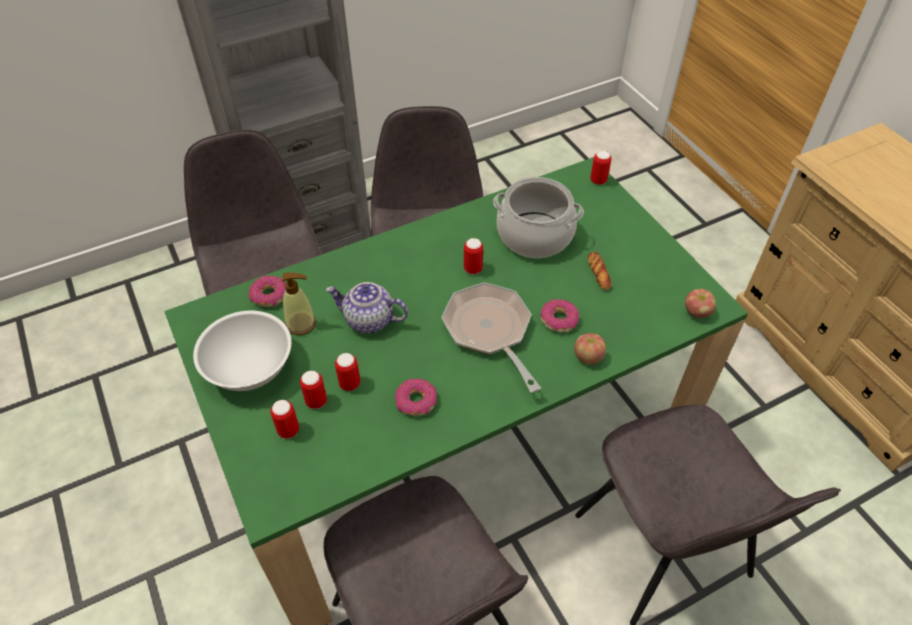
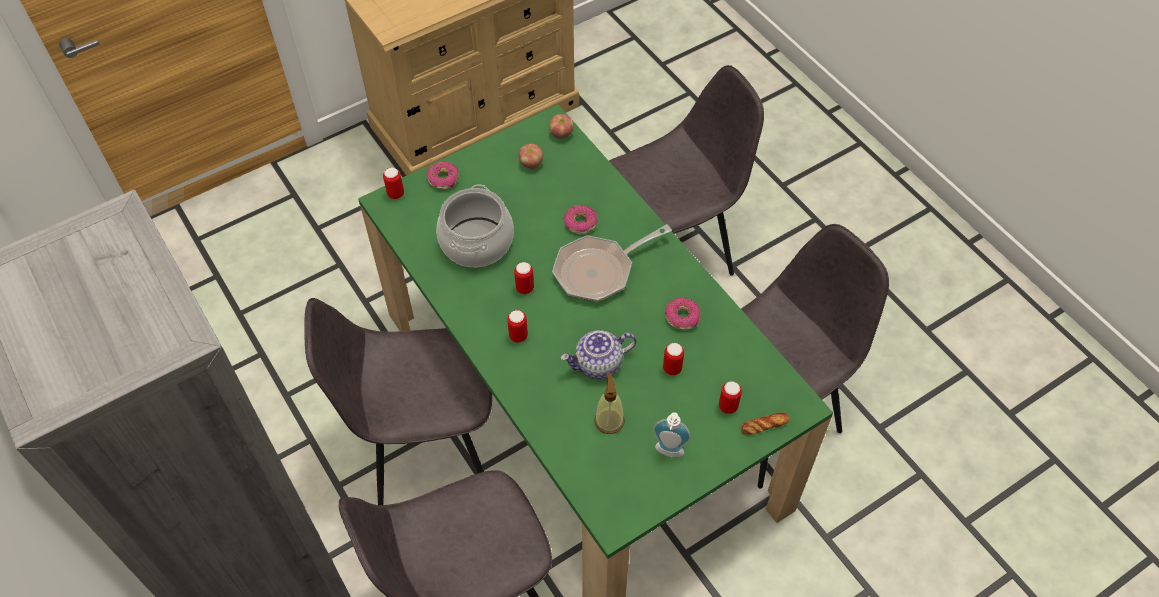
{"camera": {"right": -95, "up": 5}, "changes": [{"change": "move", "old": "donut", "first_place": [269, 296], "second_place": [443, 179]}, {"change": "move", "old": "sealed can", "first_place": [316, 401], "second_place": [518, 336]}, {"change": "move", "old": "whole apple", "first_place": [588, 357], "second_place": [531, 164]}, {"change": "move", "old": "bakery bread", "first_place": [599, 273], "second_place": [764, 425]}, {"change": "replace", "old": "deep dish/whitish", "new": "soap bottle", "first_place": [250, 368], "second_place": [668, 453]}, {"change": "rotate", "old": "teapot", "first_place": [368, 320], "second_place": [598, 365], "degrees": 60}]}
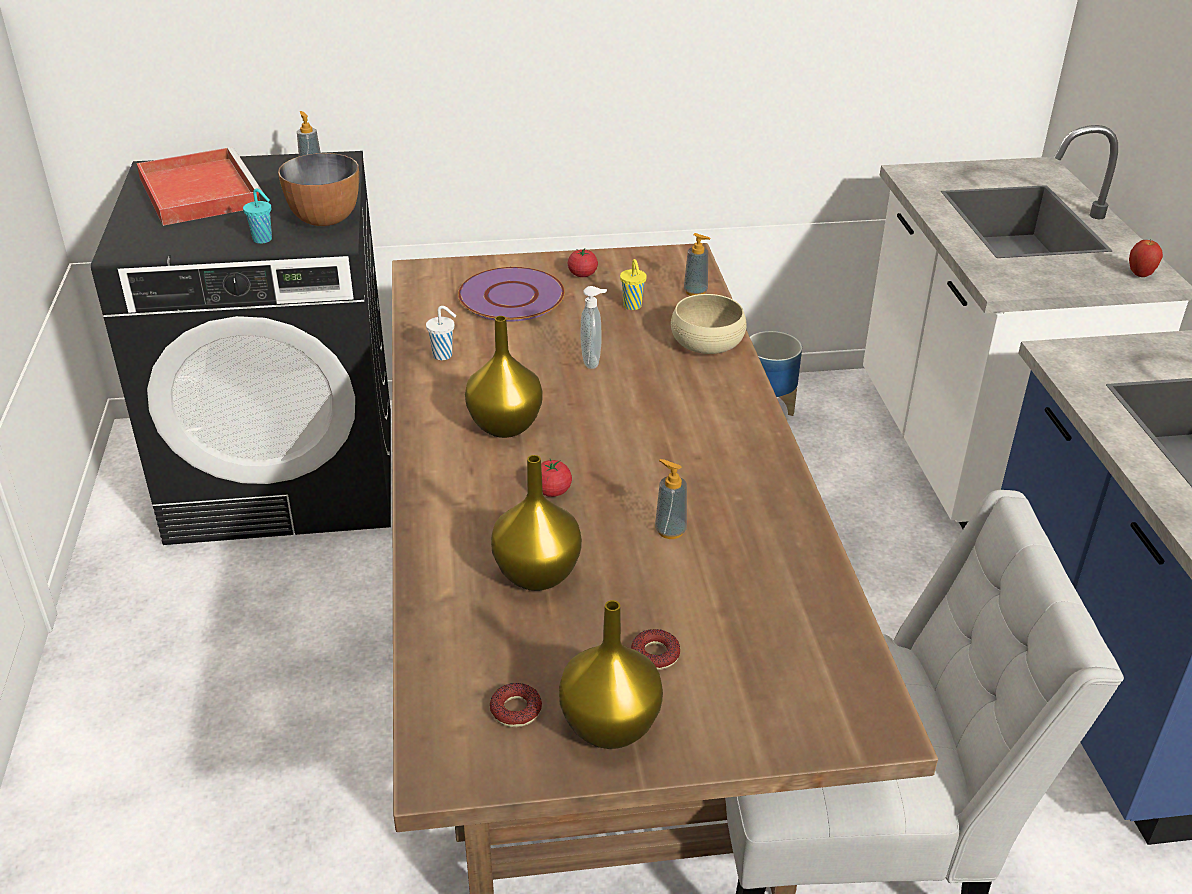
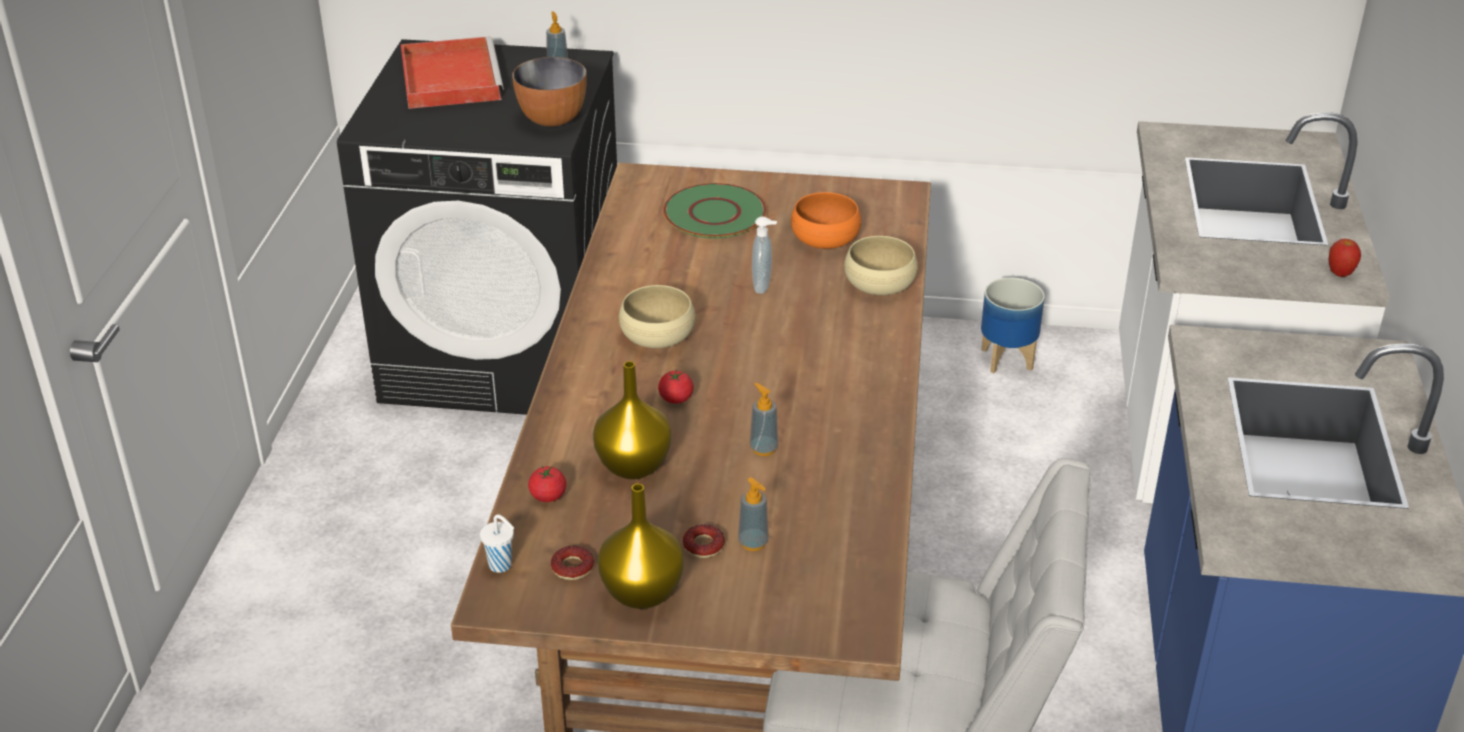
{"camera": {"right": 15, "up": 0}, "changes": [{"change": "delete", "old": "drinking cup/turquoise-coloured", "first_place": [263, 240]}, {"change": "move", "old": "drinking cup/whitish", "first_place": [444, 355], "second_place": [501, 565]}, {"change": "move", "old": "fresh tomato", "first_place": [582, 274], "second_place": [548, 496]}, {"change": "move", "old": "soap bottle", "first_place": [695, 292], "second_place": [753, 543]}, {"change": "replace", "old": "flower vase/yellow", "new": "deep dish/sand-coloured", "first_place": [503, 426], "second_place": [657, 335]}, {"change": "replace", "old": "drinking cup/yellow", "new": "deep dish/orange-coloured", "first_place": [632, 306], "second_place": [825, 238]}, {"change": "recolor", "old": "dinner plate/purplish", "new": "dinner plate/green-coloured", "first_place": [510, 296], "second_place": [714, 213]}]}
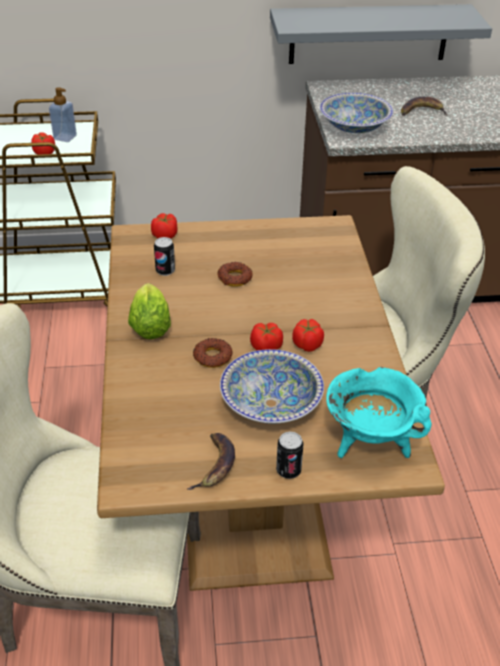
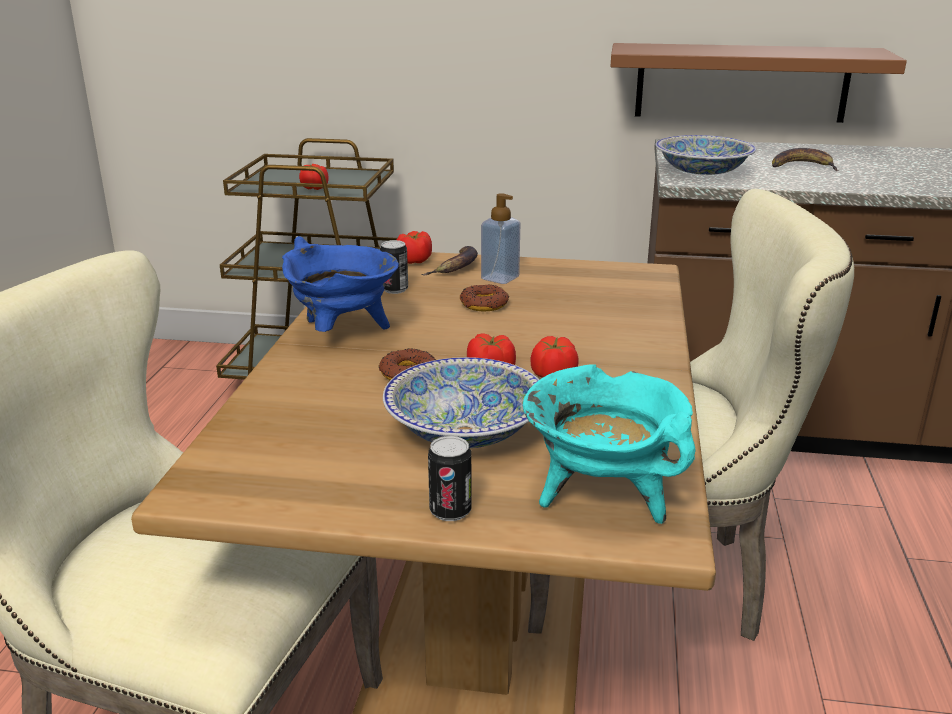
{"camera": {"right": 15, "up": -15}, "changes": [{"change": "move", "old": "soap bottle", "first_place": [65, 137], "second_place": [500, 278]}, {"change": "move", "old": "whole banana", "first_place": [215, 465], "second_place": [456, 267]}, {"change": "replace", "old": "lettuce head", "new": "stockpot/blue-coloured", "first_place": [150, 324], "second_place": [342, 333]}, {"change": "recolor", "old": "wall shelf/greyish", "new": "wall shelf/brown-coloured", "first_place": [369, 34], "second_place": [741, 82]}]}
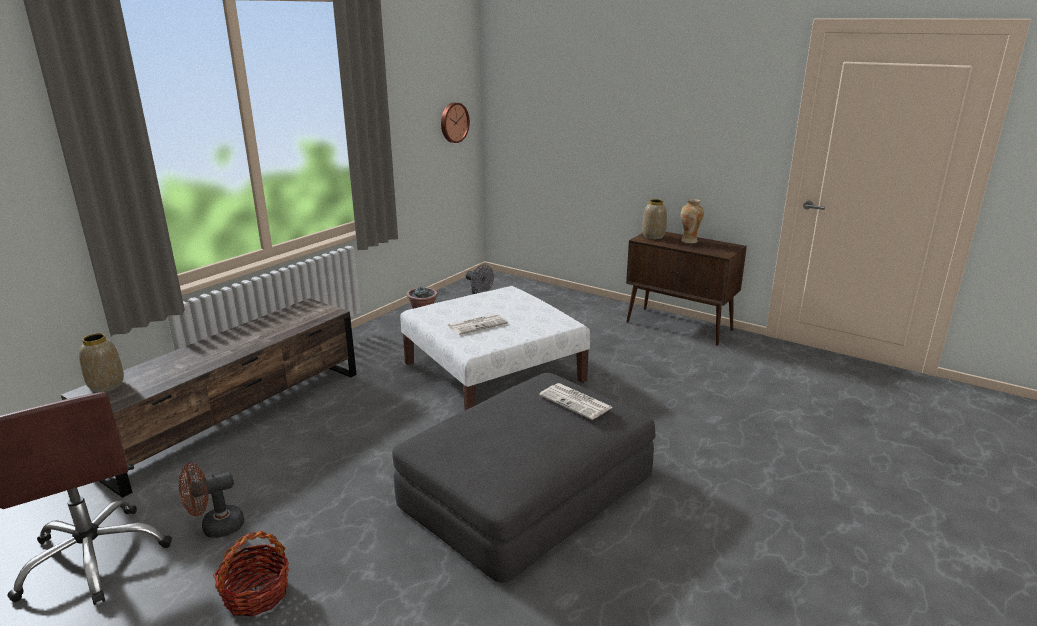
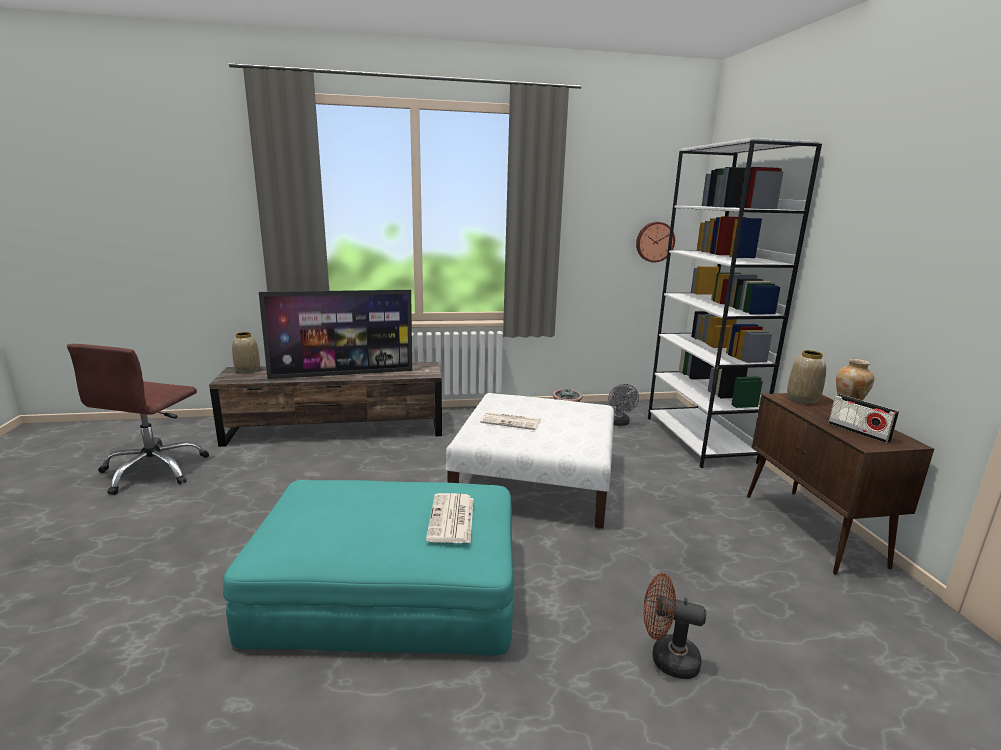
{"camera": {"right": 45, "up": -5}, "changes": [{"change": "delete", "old": "storage basket", "first_place": [256, 594]}, {"change": "insert", "new": "TV set", "second_place": [343, 374]}, {"change": "insert", "new": "bookcase/whitish", "second_place": [699, 439]}, {"change": "insert", "new": "radio", "second_place": [858, 432]}, {"change": "move", "old": "electric fan/brown-coloured", "first_place": [216, 527], "second_place": [666, 658]}, {"change": "recolor", "old": "footrest/greyish", "new": "footrest/turquoise-coloured", "first_place": [527, 488], "second_place": [388, 586]}]}
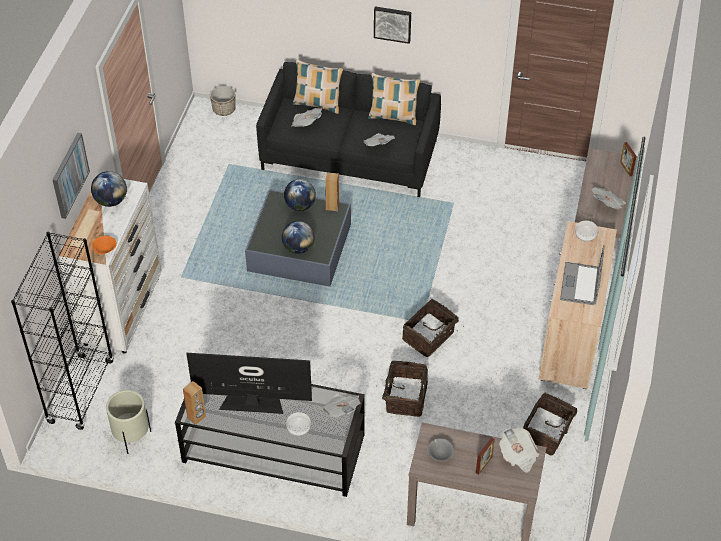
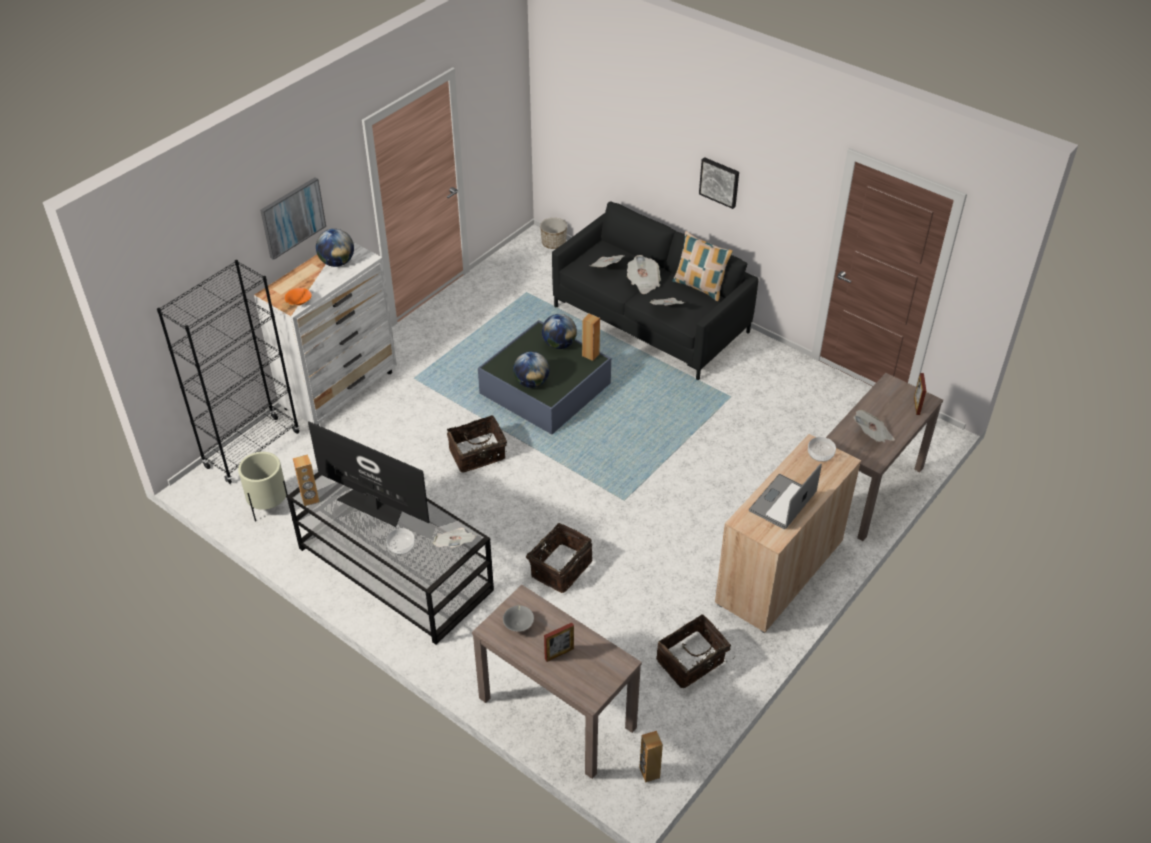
{"camera": {"right": 25, "up": -5}, "changes": [{"change": "delete", "old": "throw pillow", "first_place": [317, 104]}, {"change": "insert", "new": "audio speaker/brown-coloured", "second_place": [649, 773]}, {"change": "move", "old": "storage basket", "first_place": [429, 337], "second_place": [478, 455]}, {"change": "move", "old": "daily paper", "first_place": [518, 455], "second_place": [643, 282]}]}
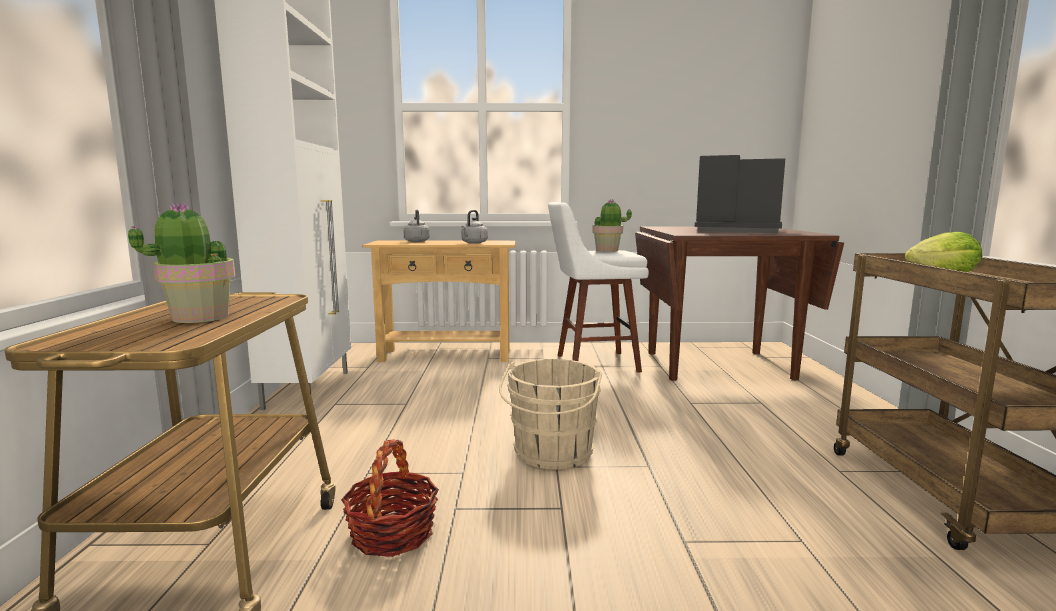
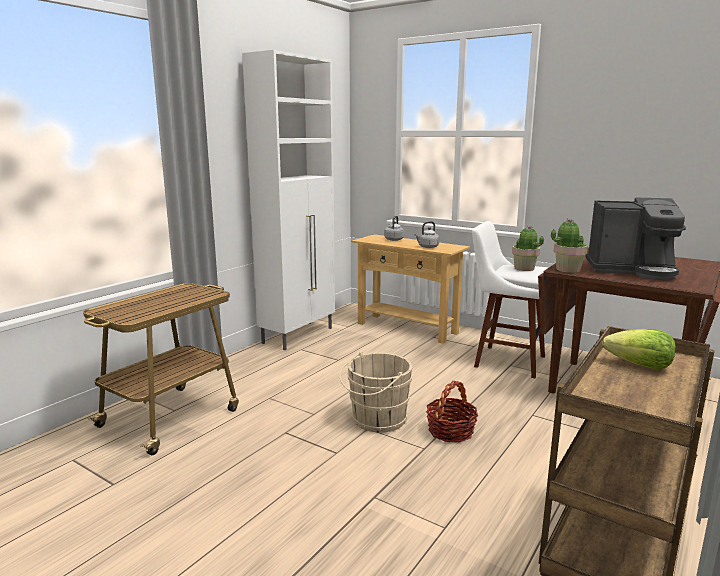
{"camera": {"right": 35, "up": 5}, "changes": [{"change": "move", "old": "potted plant", "first_place": [199, 317], "second_place": [567, 269]}, {"change": "move", "old": "storage basket", "first_place": [392, 533], "second_place": [450, 431]}, {"change": "rotate", "old": "coffee brewer", "first_place": [735, 231], "second_place": [631, 270], "degrees": 135}]}
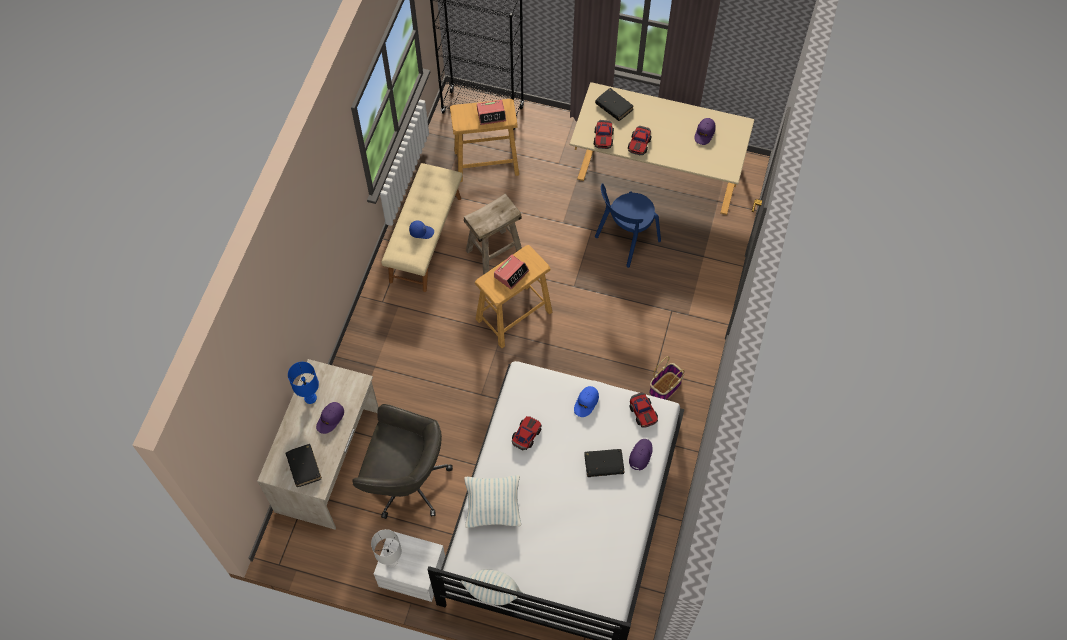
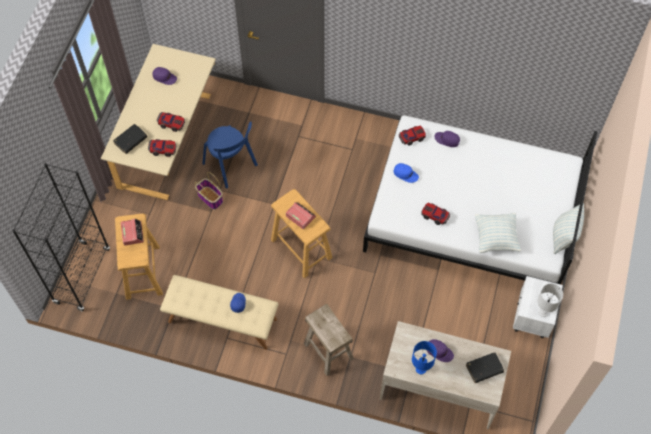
{"camera": {"right": -90, "up": 0}, "changes": [{"change": "delete", "old": "desk chair/greyish", "first_place": [406, 481]}, {"change": "delete", "old": "volume/black", "first_place": [604, 464]}, {"change": "move", "old": "stool/sand-coloured", "first_place": [494, 252], "second_place": [328, 351]}, {"change": "move", "old": "storage basket", "first_place": [665, 387], "second_place": [210, 198]}]}
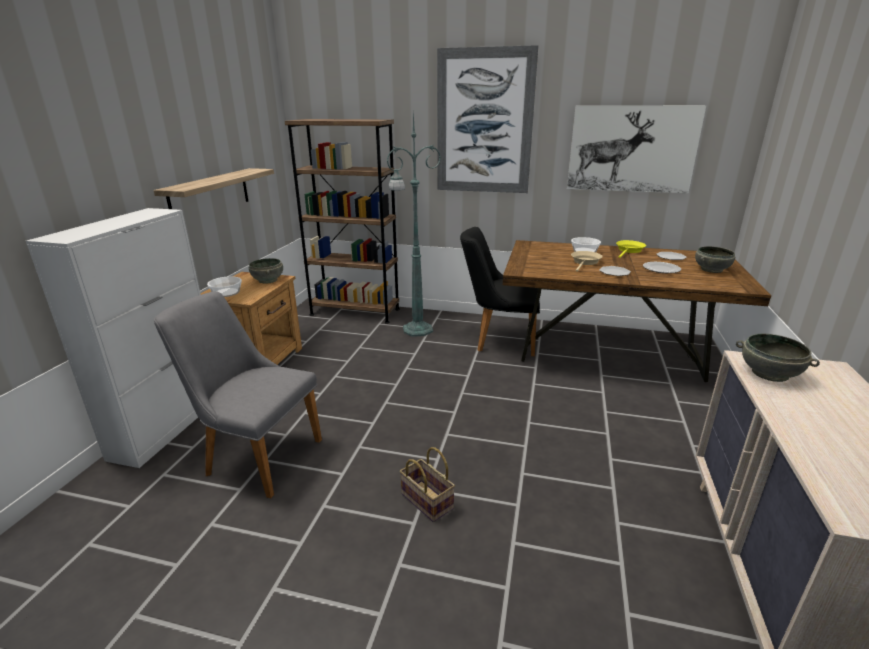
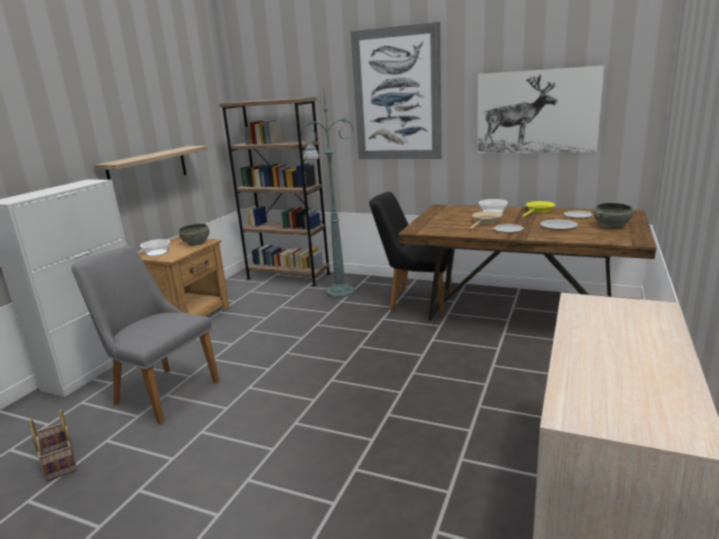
{"camera": {"right": 10, "up": -5}, "changes": [{"change": "delete", "old": "deep dish/greyish", "first_place": [769, 373]}, {"change": "move", "old": "storage basket", "first_place": [425, 501], "second_place": [59, 462]}]}
